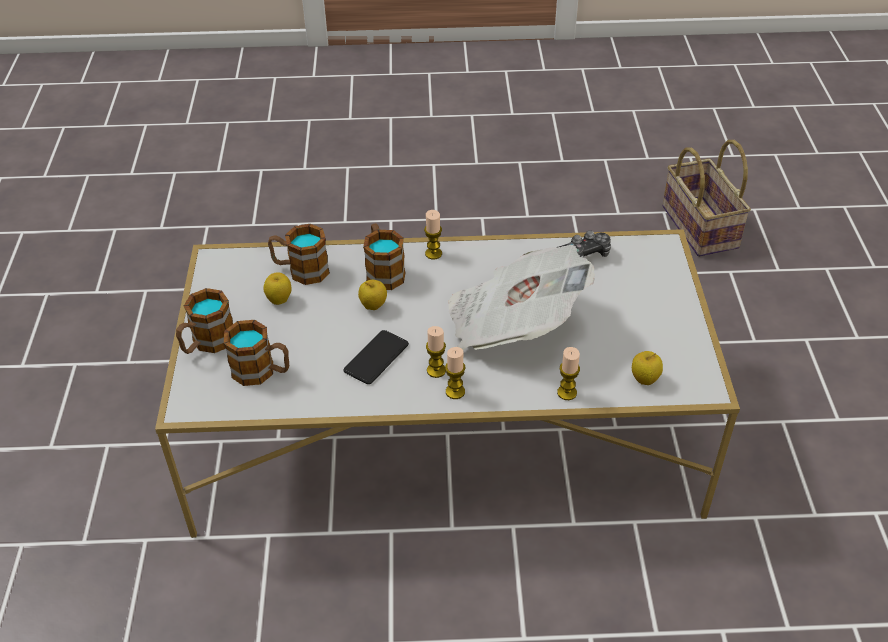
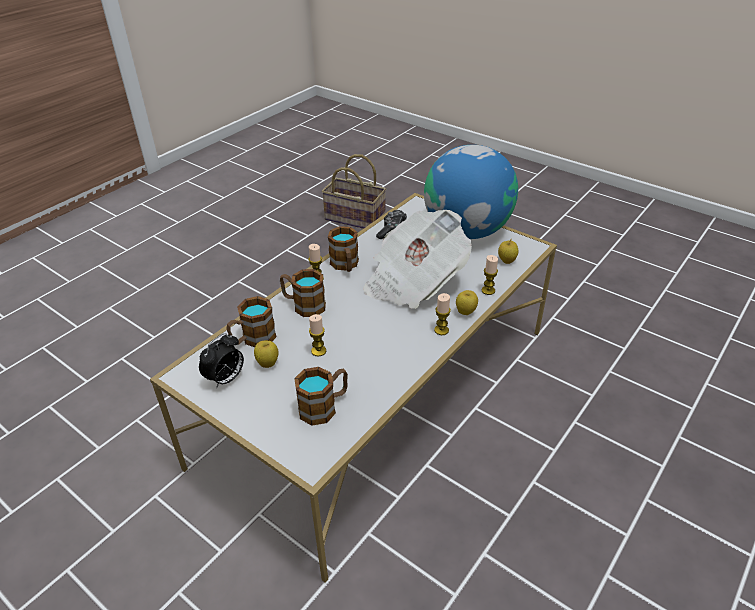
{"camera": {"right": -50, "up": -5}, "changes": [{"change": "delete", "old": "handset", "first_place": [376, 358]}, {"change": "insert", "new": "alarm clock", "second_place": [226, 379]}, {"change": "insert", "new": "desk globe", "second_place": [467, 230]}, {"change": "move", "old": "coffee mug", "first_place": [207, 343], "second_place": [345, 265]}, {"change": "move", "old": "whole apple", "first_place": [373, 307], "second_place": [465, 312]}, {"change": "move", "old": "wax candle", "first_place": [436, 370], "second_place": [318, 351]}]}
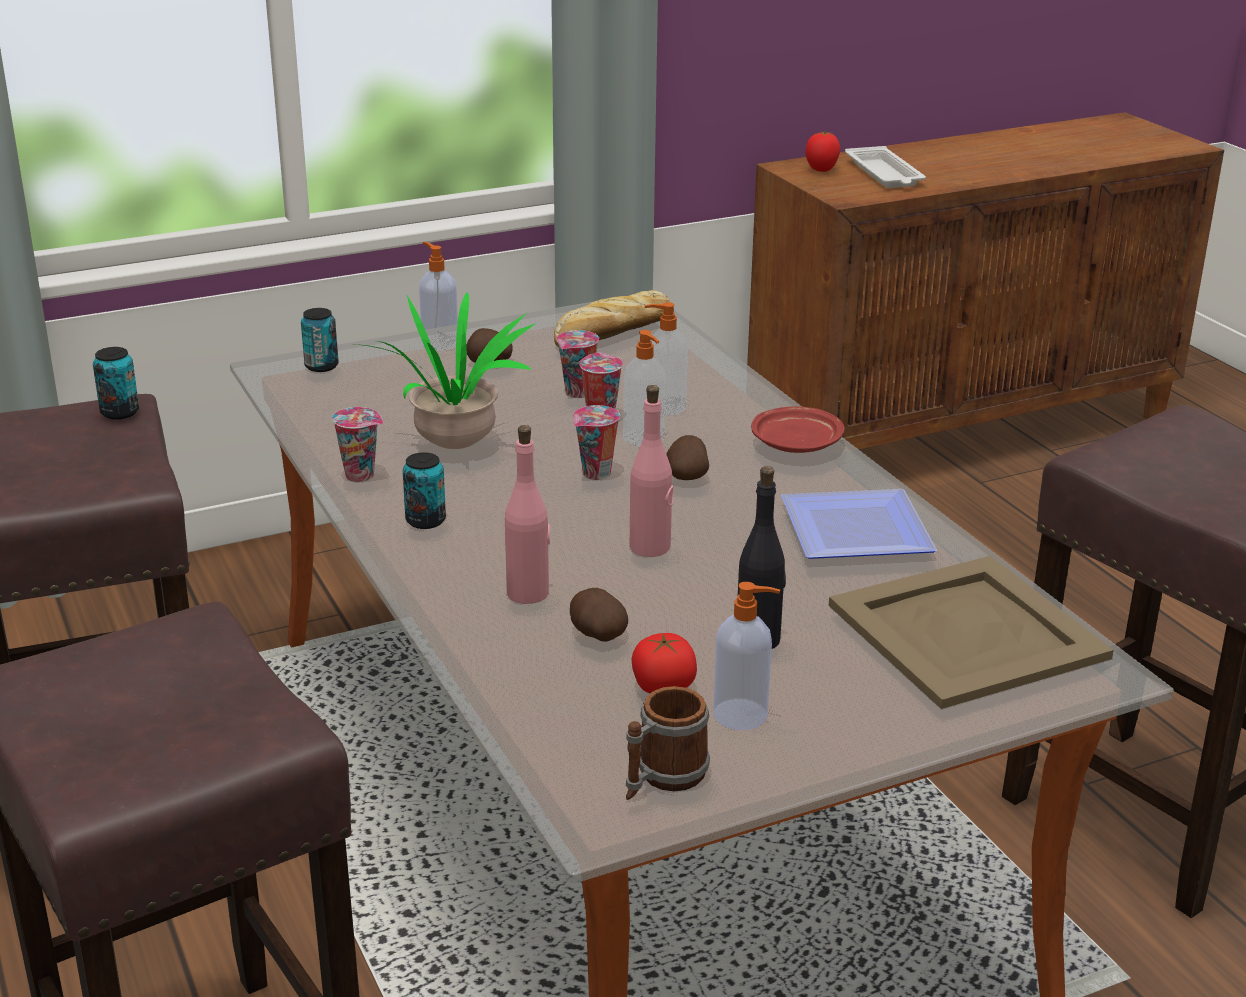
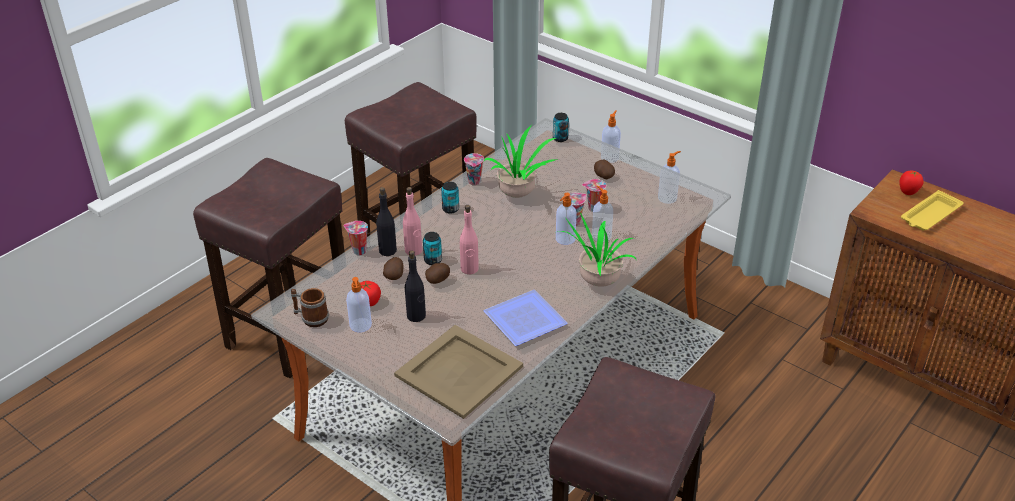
{"camera": {"right": 65, "up": 10}, "changes": [{"change": "insert", "new": "bottle/black", "second_place": [387, 250]}, {"change": "move", "old": "sealed can", "first_place": [120, 412], "second_place": [433, 260]}, {"change": "move", "old": "drinking cup", "first_place": [595, 474], "second_place": [358, 251]}, {"change": "move", "old": "potato", "first_place": [686, 475], "second_place": [438, 280]}, {"change": "replace", "old": "bakery bread", "new": "soap bottle", "first_place": [612, 333], "second_place": [667, 198]}, {"change": "replace", "old": "dinner plate/reddish", "new": "potted plant", "first_place": [796, 444], "second_place": [596, 283]}, {"change": "recolor", "old": "tray/whitish", "new": "tray/yellow", "first_place": [884, 174], "second_place": [929, 215]}]}
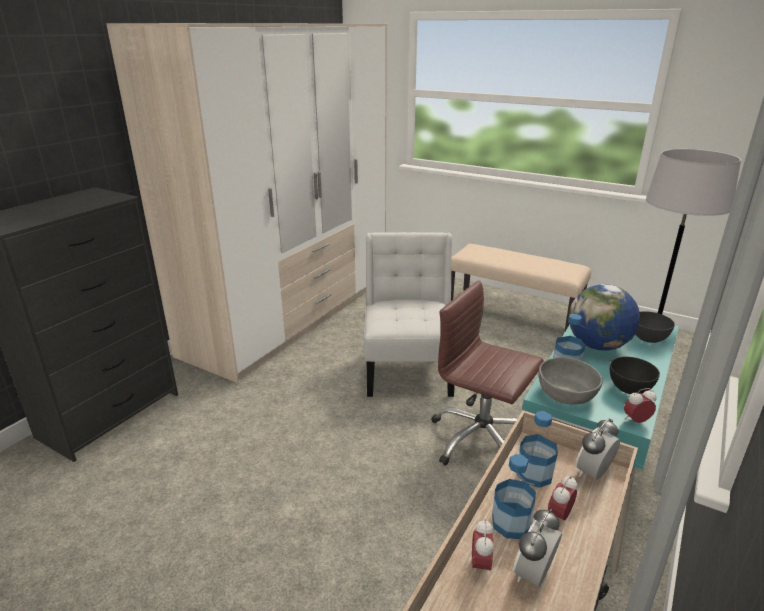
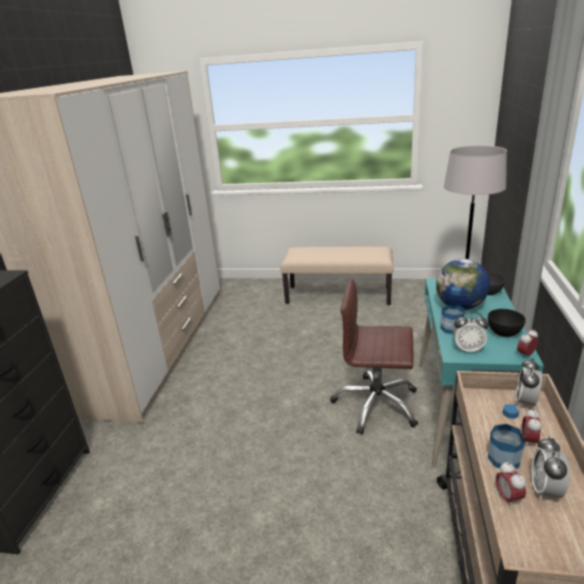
{"camera": {"right": -20, "up": 0}, "changes": [{"change": "delete", "old": "chair/whitish", "first_place": [408, 368]}, {"change": "delete", "old": "bottle", "first_place": [534, 474]}, {"change": "replace", "old": "deep dish/greyish", "new": "alarm clock", "first_place": [567, 394], "second_place": [468, 349]}]}
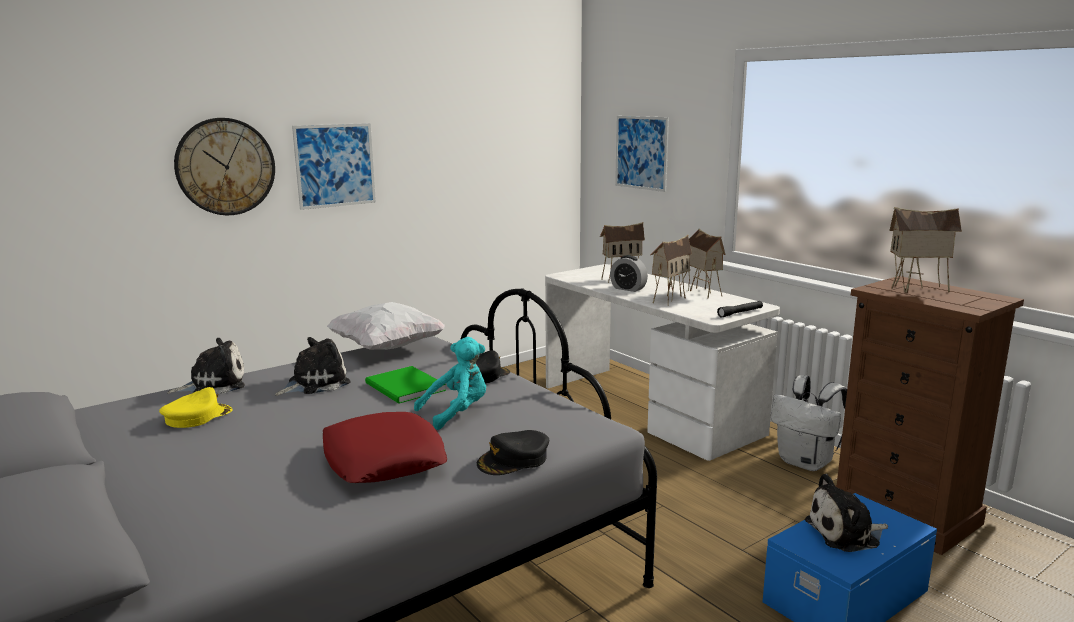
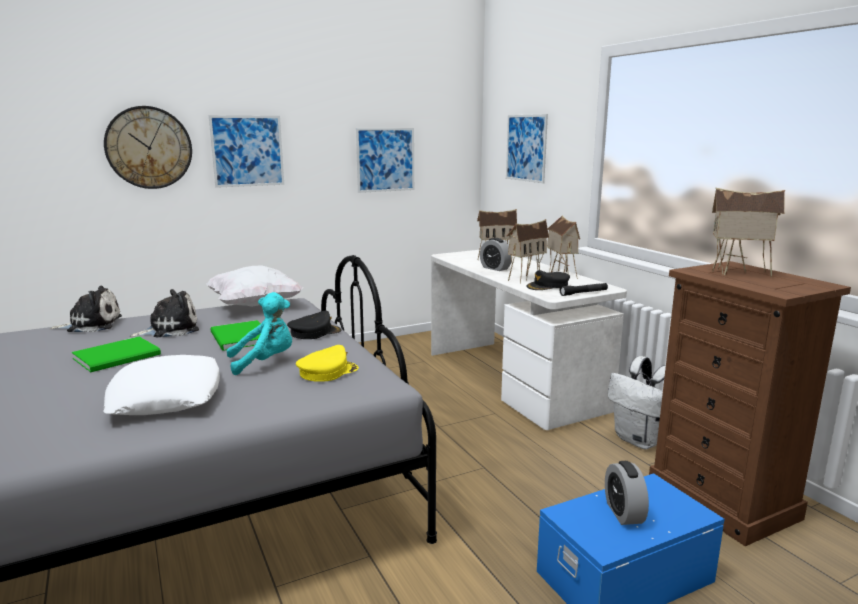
{"camera": {"right": 10, "up": 0}, "changes": [{"change": "insert", "new": "volume/green-coloured", "second_place": [120, 356]}, {"change": "insert", "new": "wall picture", "second_place": [385, 160]}, {"change": "move", "old": "baseball cap/yellow", "first_place": [197, 416], "second_place": [327, 371]}, {"change": "move", "old": "baseball cap/black", "first_place": [514, 460], "second_place": [548, 286]}, {"change": "replace", "old": "cuddly toy", "new": "alarm clock", "first_place": [846, 533], "second_place": [623, 513]}, {"change": "recolor", "old": "throw pillow/reddish", "new": "throw pillow/whitish", "first_place": [383, 459], "second_place": [166, 396]}]}
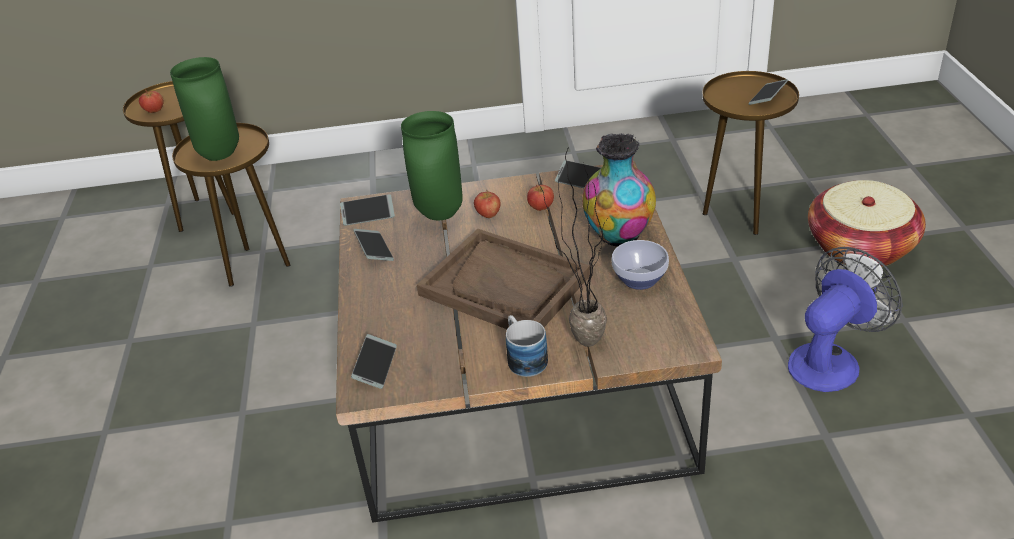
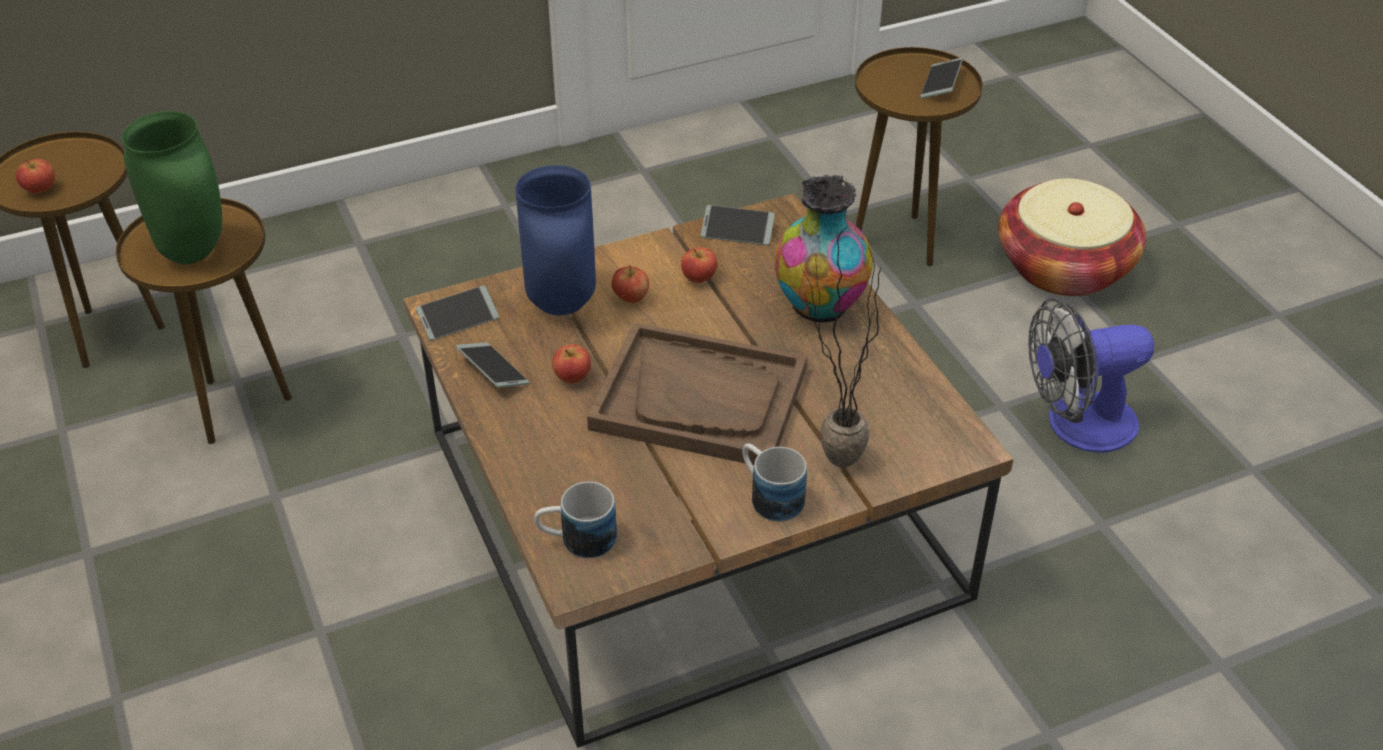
{"camera": {"right": -20, "up": 5}, "changes": [{"change": "delete", "old": "deep dish", "first_place": [638, 279]}, {"change": "insert", "new": "whole apple", "second_place": [572, 377]}, {"change": "replace", "old": "handset", "new": "coffee mug", "first_place": [375, 366], "second_place": [577, 540]}, {"change": "recolor", "old": "flower vase/green-coloured", "new": "flower vase/blue-coloured", "first_place": [438, 214], "second_place": [559, 305]}, {"change": "rotate", "old": "electric fan", "first_place": [830, 360], "second_place": [1076, 425], "degrees": -135}]}
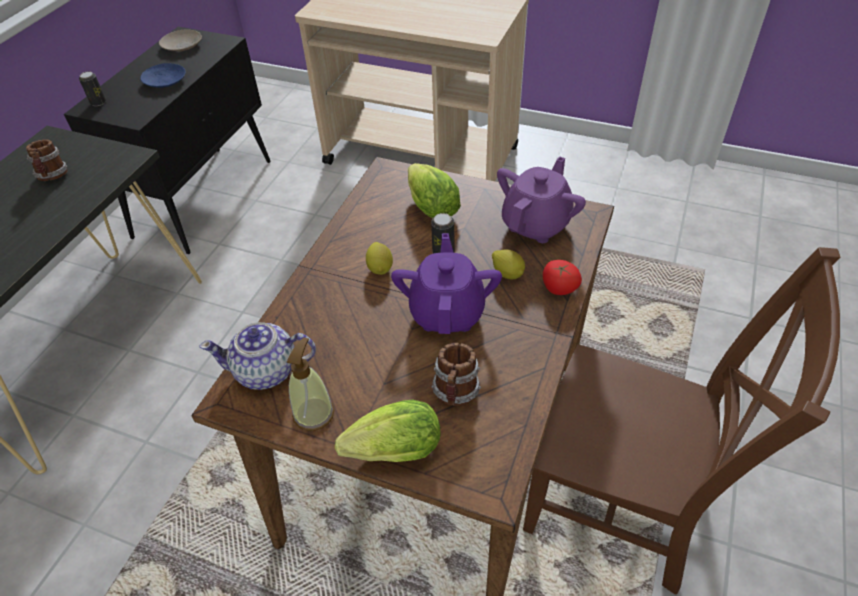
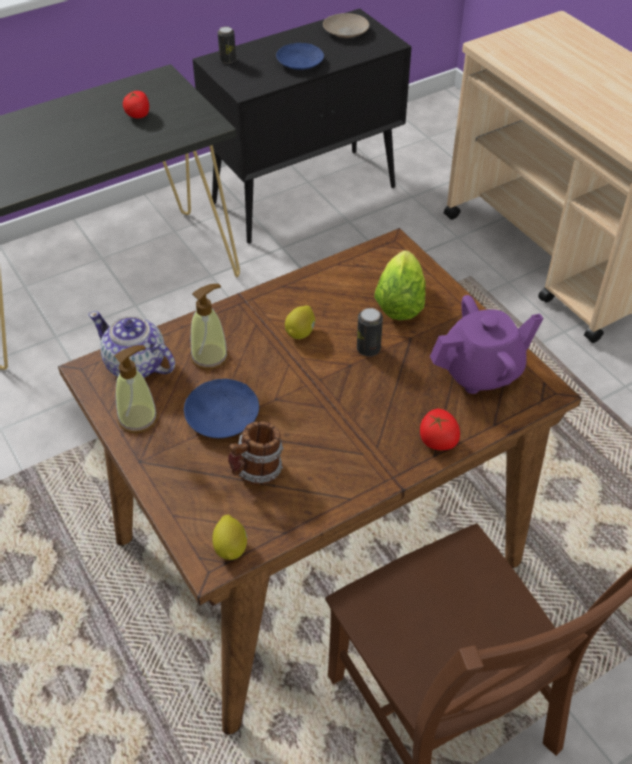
{"camera": {"right": 35, "up": 0}, "changes": [{"change": "delete", "old": "lettuce head", "first_place": [389, 452]}, {"change": "delete", "old": "teapot/purplish", "first_place": [447, 312]}, {"change": "insert", "new": "dinner plate/blue-coloured", "second_place": [222, 414]}, {"change": "insert", "new": "soap bottle", "second_place": [210, 356]}, {"change": "move", "old": "lemon", "first_place": [508, 273], "second_place": [231, 548]}, {"change": "replace", "old": "coffee mug", "new": "fresh tomato", "first_place": [53, 176], "second_place": [138, 115]}]}
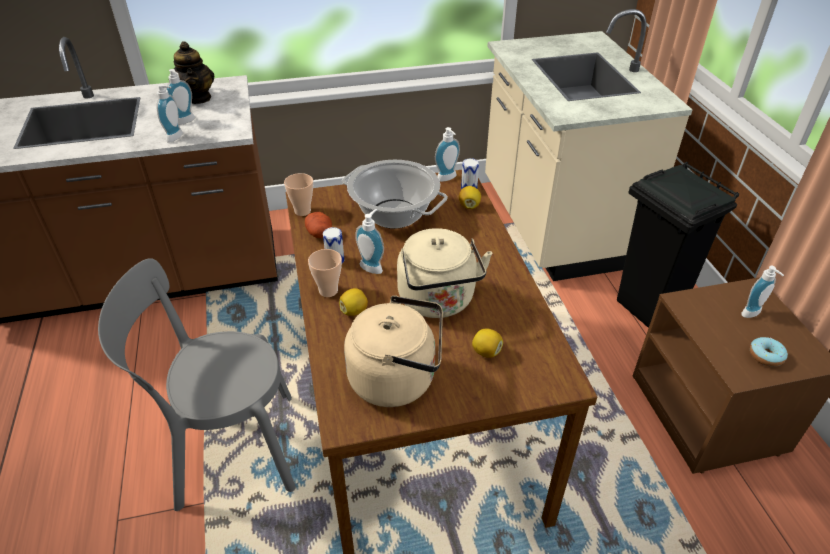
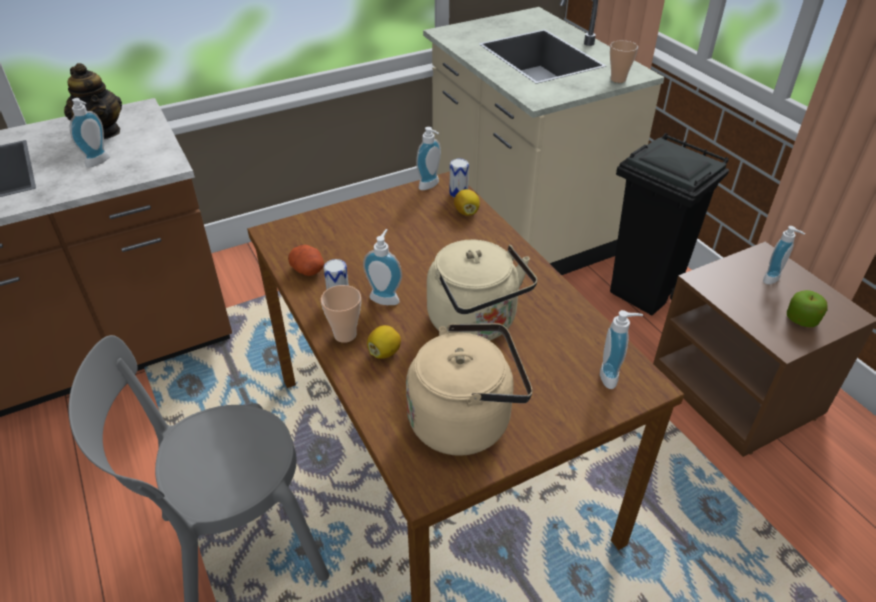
{"camera": {"right": -15, "up": 0}, "changes": [{"change": "delete", "old": "stockpot", "first_place": [393, 214]}, {"change": "delete", "old": "lemon", "first_place": [486, 352]}, {"change": "move", "old": "soap bottle", "first_place": [177, 137], "second_place": [613, 376]}, {"change": "move", "old": "drinking cup", "first_place": [302, 211], "second_place": [618, 79]}, {"change": "replace", "old": "donut", "new": "whole apple", "first_place": [765, 356], "second_place": [801, 320]}]}
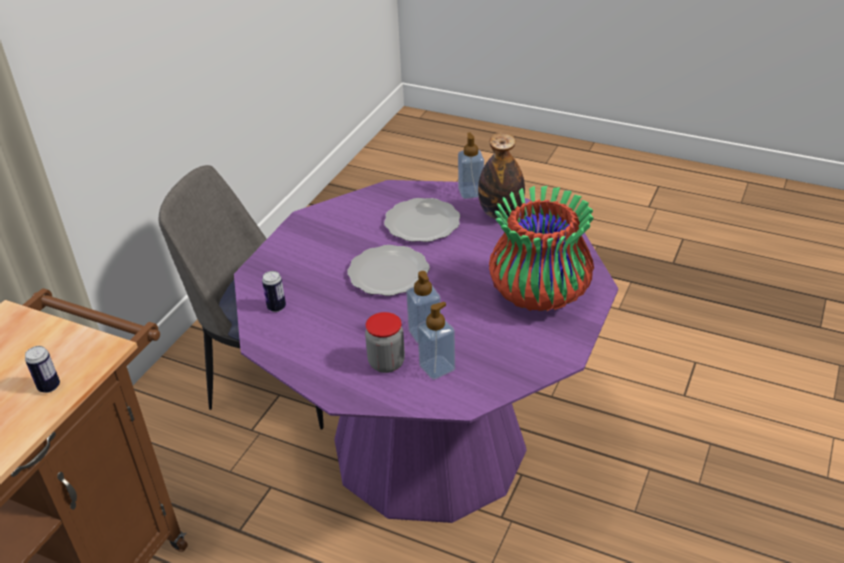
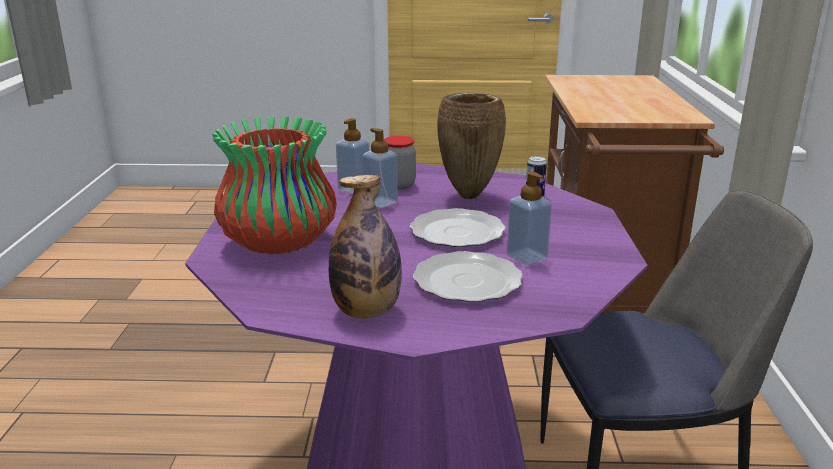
{"camera": {"right": 155, "up": -15}, "changes": [{"change": "delete", "old": "sealed can", "first_place": [49, 386]}, {"change": "insert", "new": "flower vase/brown-coloured", "second_place": [469, 196]}, {"change": "move", "old": "soap bottle", "first_place": [471, 192], "second_place": [526, 257]}]}
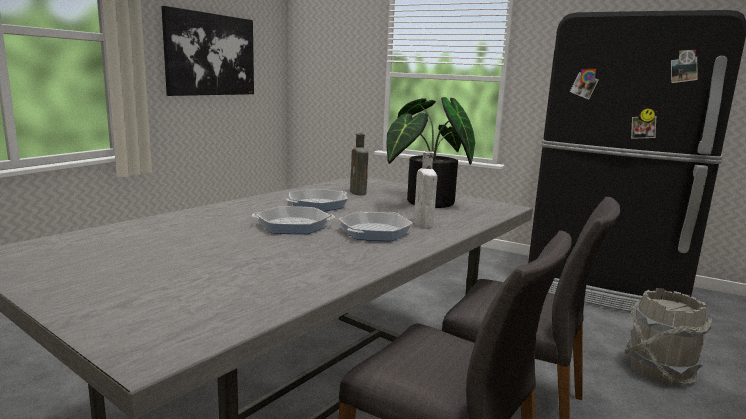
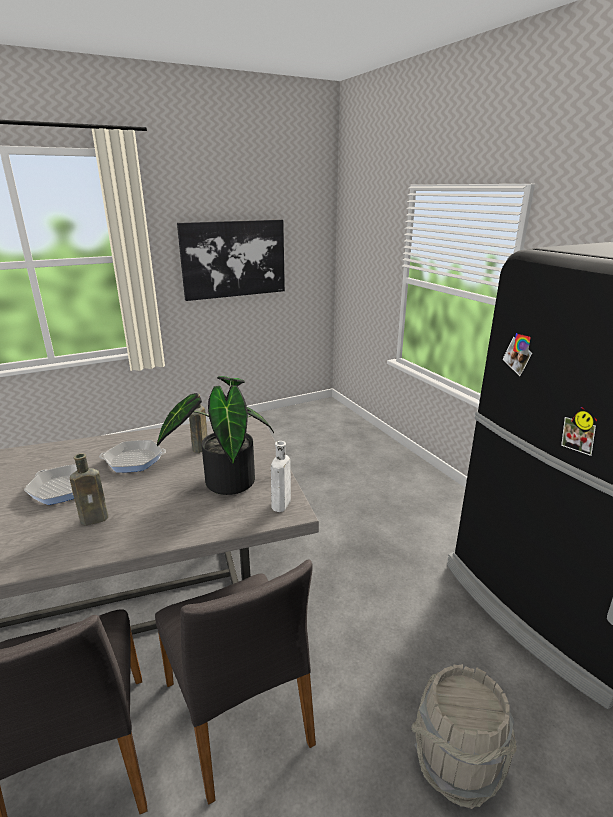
{"camera": {"right": 35, "up": 10}, "changes": [{"change": "move", "old": "bottle/whitish", "first_place": [424, 225], "second_place": [280, 505]}, {"change": "replace", "old": "frying pan", "new": "bottle/brown-coloured", "first_place": [375, 232], "second_place": [96, 518]}]}
